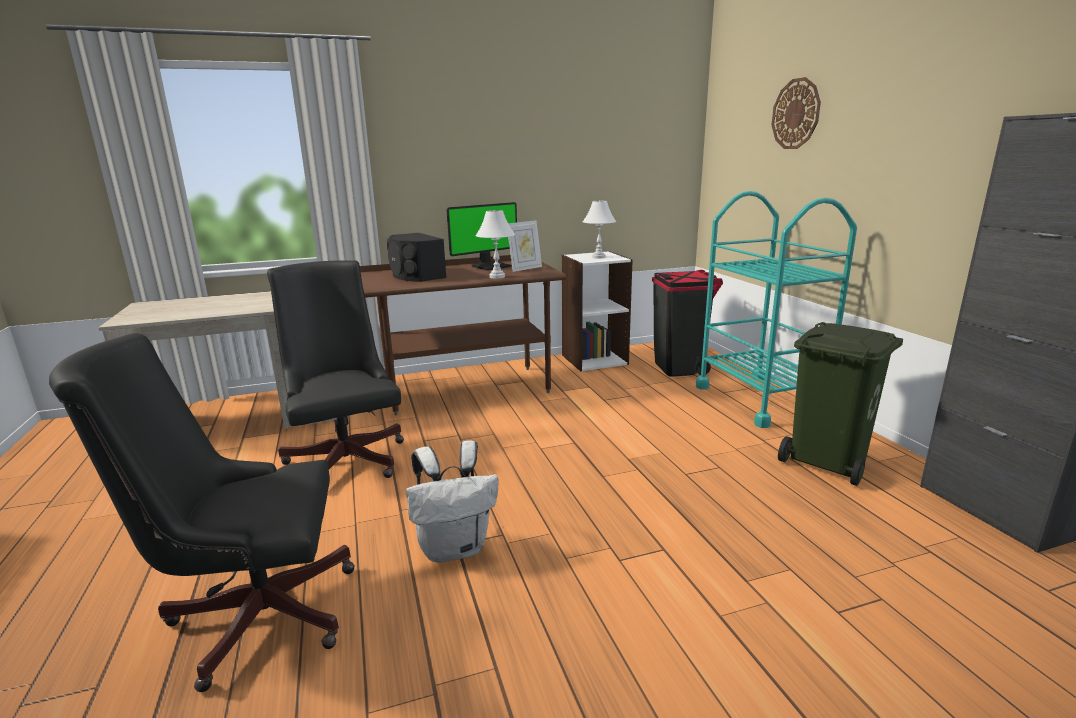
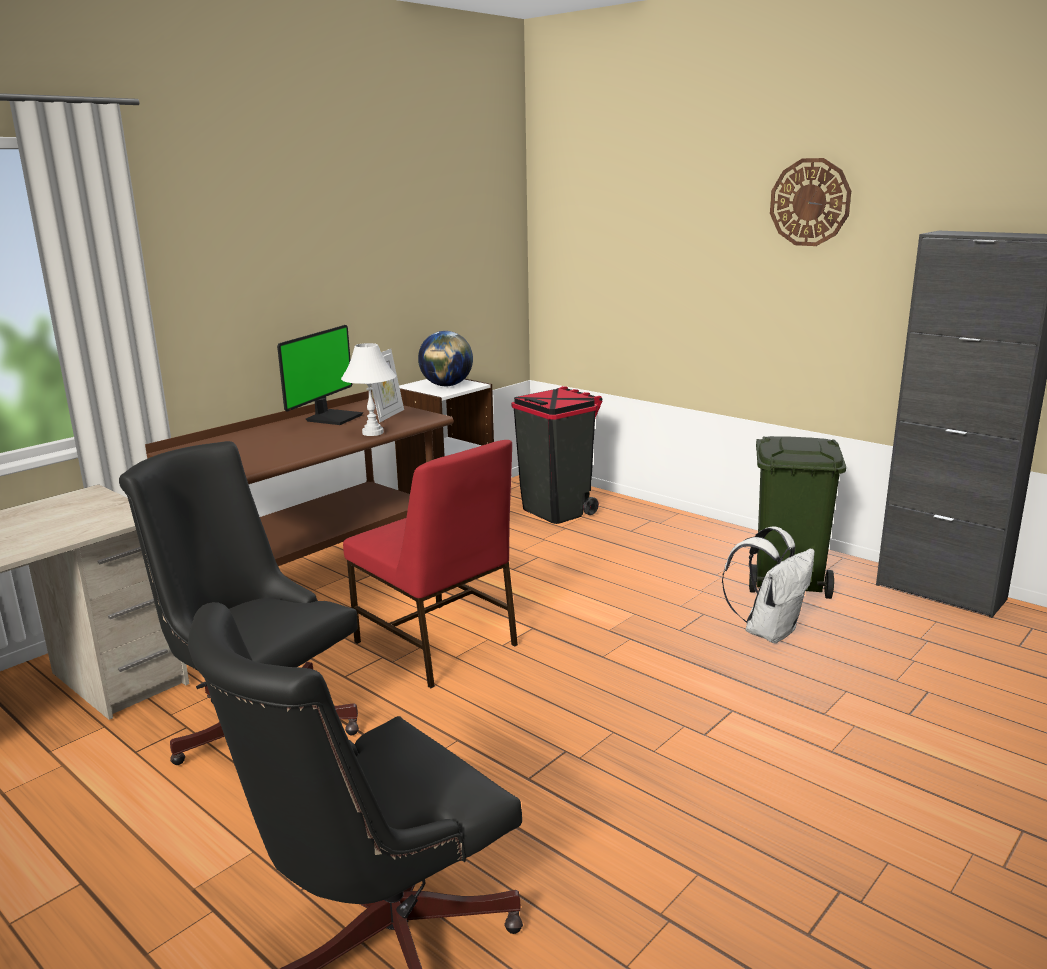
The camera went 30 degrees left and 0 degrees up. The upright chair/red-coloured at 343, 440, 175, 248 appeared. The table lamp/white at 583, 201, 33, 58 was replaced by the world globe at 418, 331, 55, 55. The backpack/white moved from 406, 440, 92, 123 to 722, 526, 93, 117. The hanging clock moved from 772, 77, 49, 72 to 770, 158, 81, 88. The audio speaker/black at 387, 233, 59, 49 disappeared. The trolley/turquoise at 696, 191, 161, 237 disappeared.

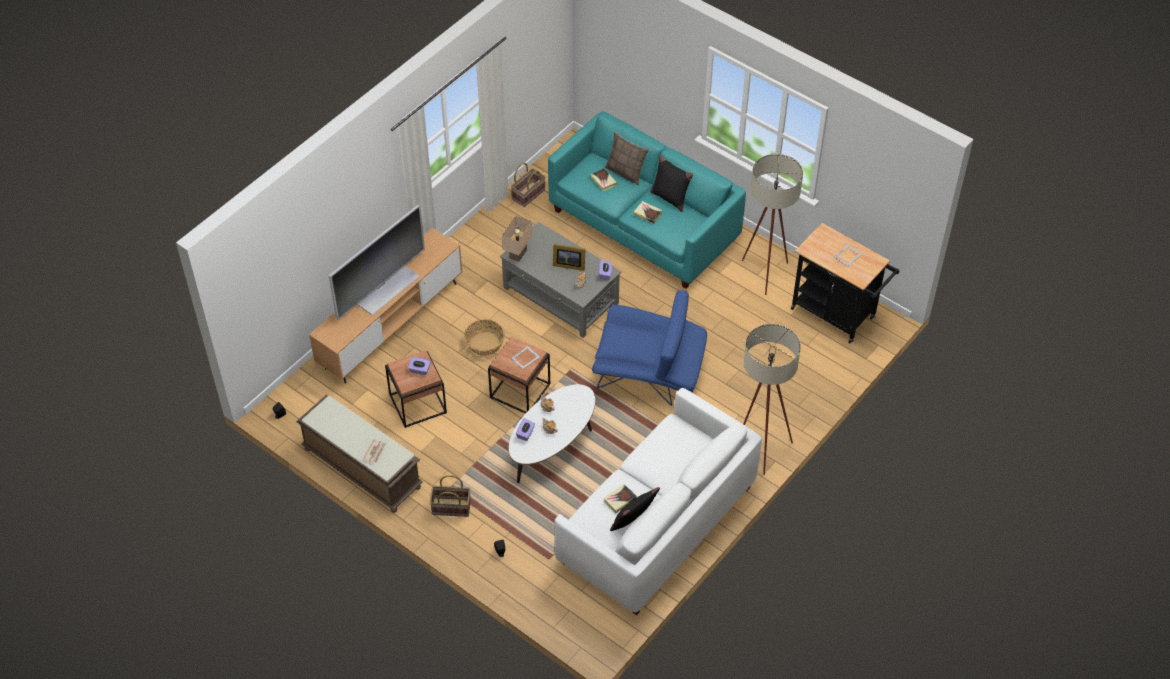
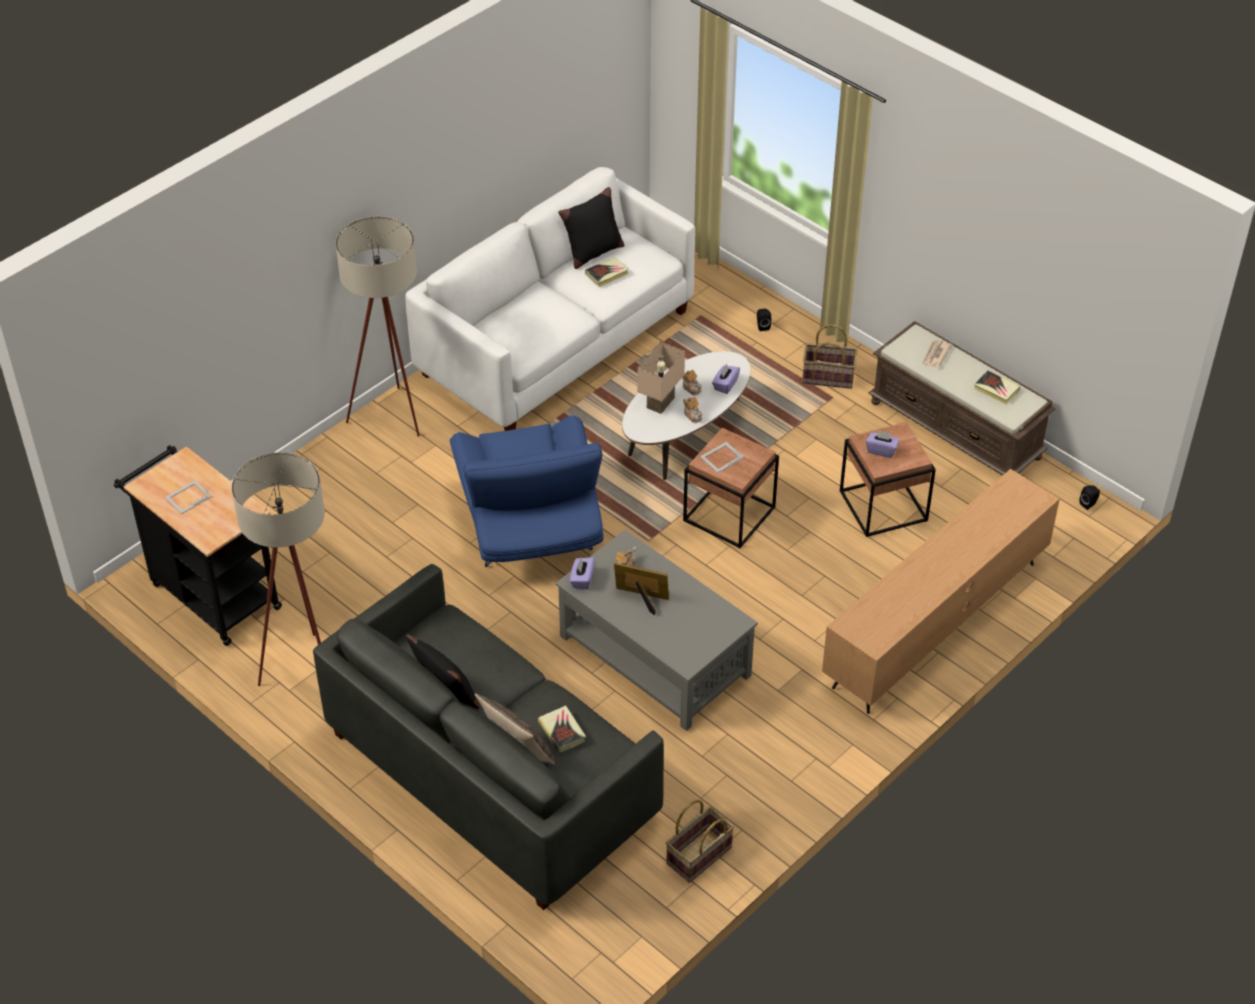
The camera went 175 degrees left and 5 degrees down. The sofa/turquoise at 548, 111, 198, 178 became the sofa/gray at 313, 564, 351, 346. The easy chair/blue-coloured at 592, 290, 115, 116 turned 120 degrees counterclockwise. The table lamp/beige-coloured moved from 502, 216, 31, 46 to 637, 341, 48, 73. The volume moved from 633, 201, 30, 23 to 974, 370, 46, 35. The TV at 329, 205, 96, 115 disappeared. The storage basket at 464, 319, 41, 37 disappeared.

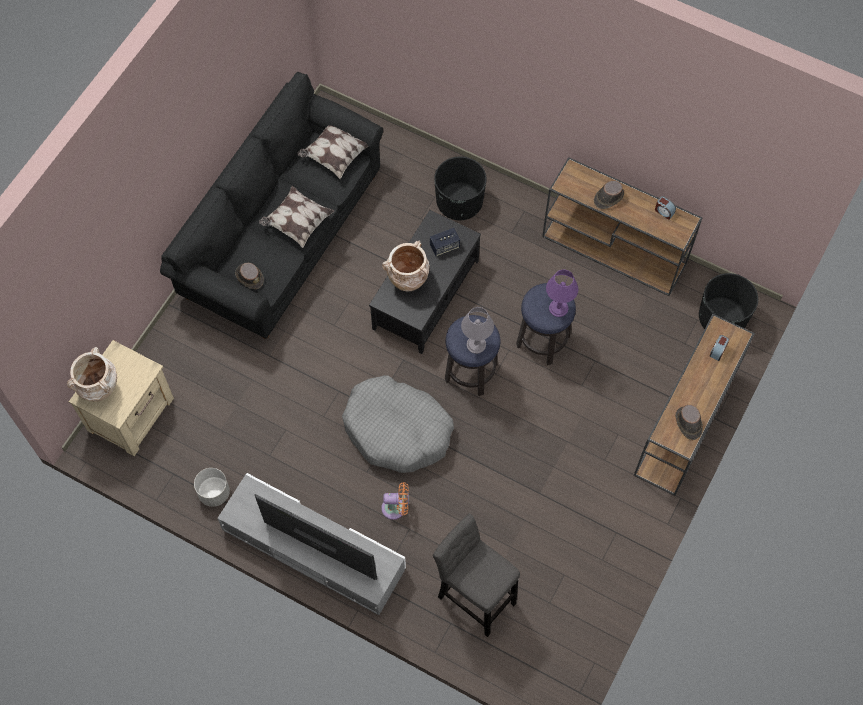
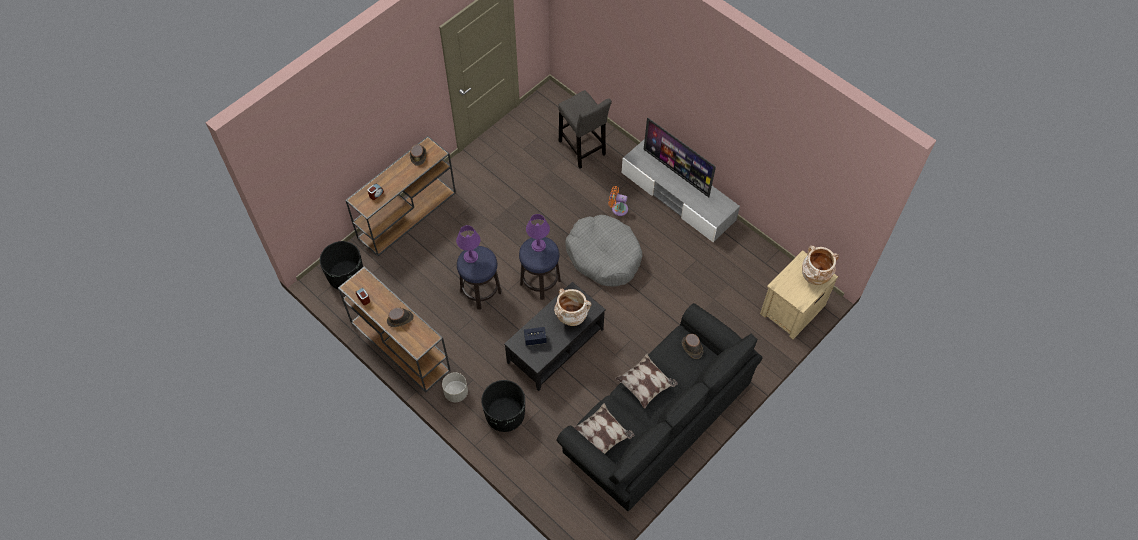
The camera went 165 degrees left and 5 degrees down. The planter/gray moved from 194, 468, 36, 39 to 442, 372, 26, 30. The table lamp/gray at 461, 307, 33, 47 became the table lamp/purple-coloured at 526, 214, 24, 38.

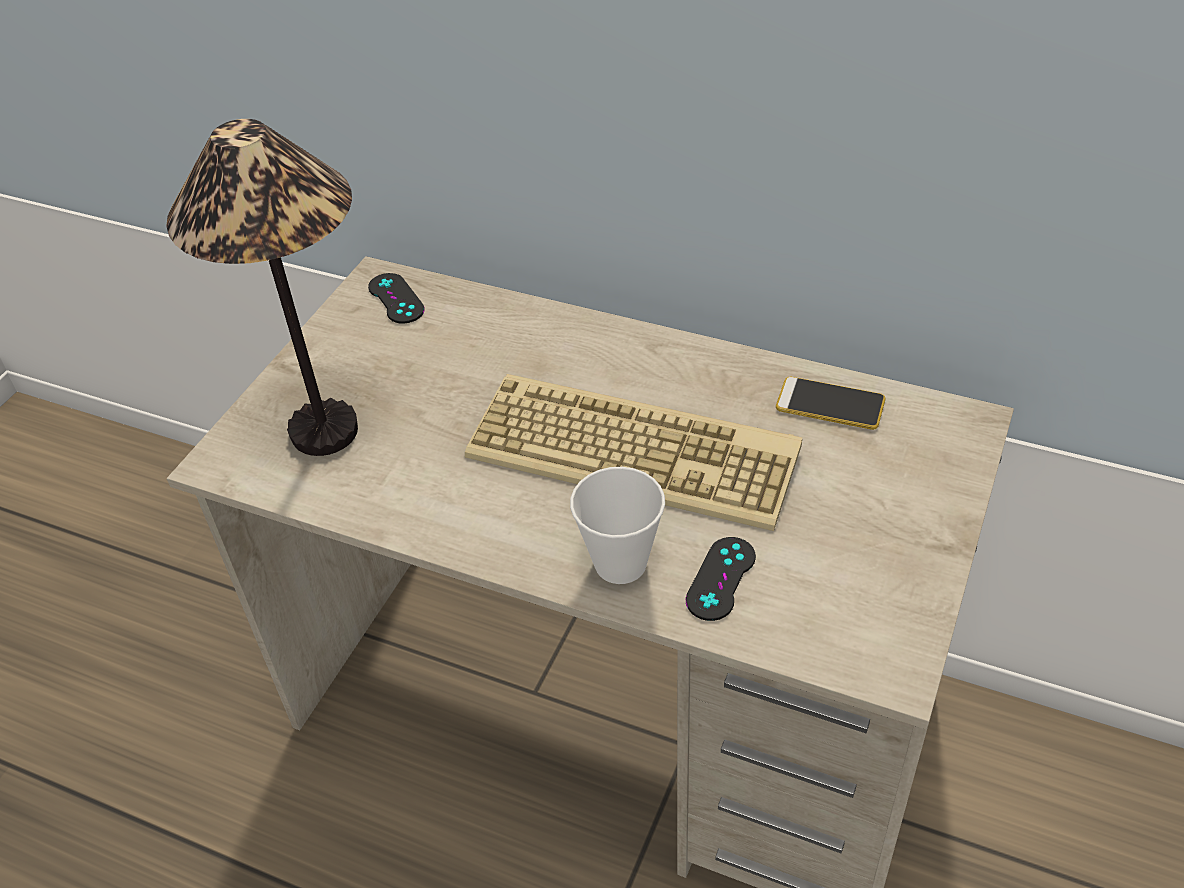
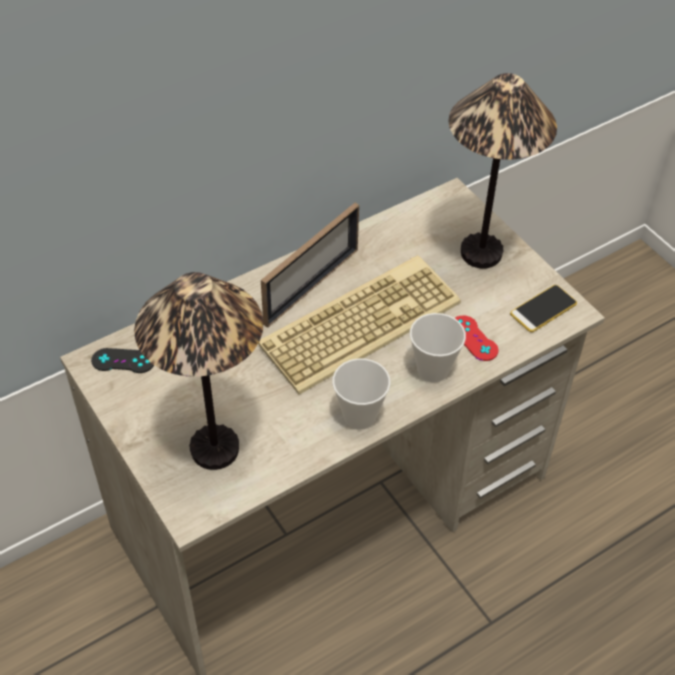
The camera went 60 degrees left and 5 degrees up. The photo frame at 261, 203, 98, 125 appeared. The drinking cup at 332, 358, 59, 72 appeared. The table lamp at 448, 73, 109, 195 appeared. The gamepad/black at 686, 537, 70, 84 became the gamepad/red-coloured at 455, 315, 44, 46. The handset moved from 776, 377, 110, 53 to 510, 285, 67, 47.

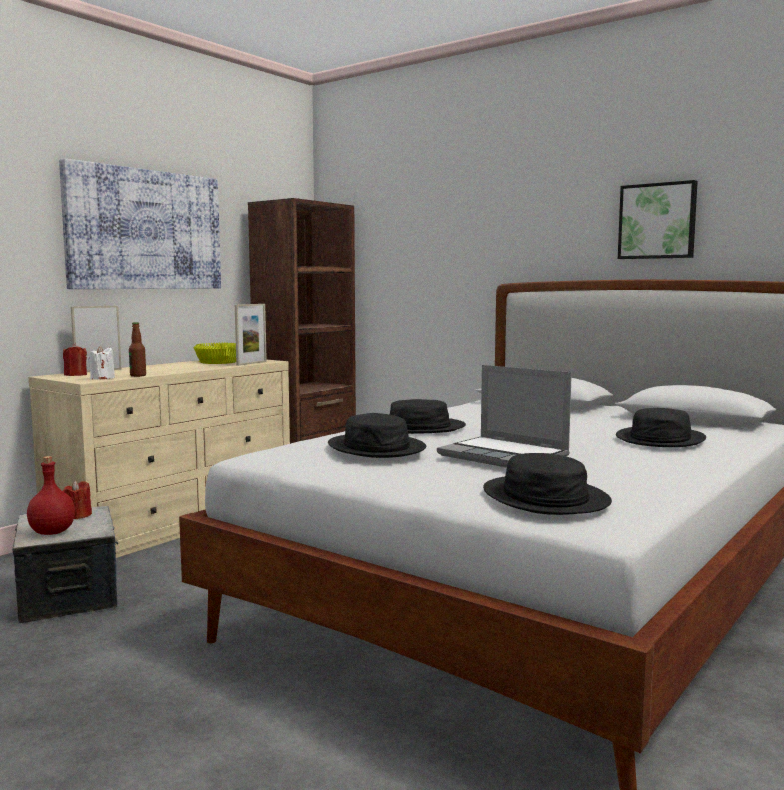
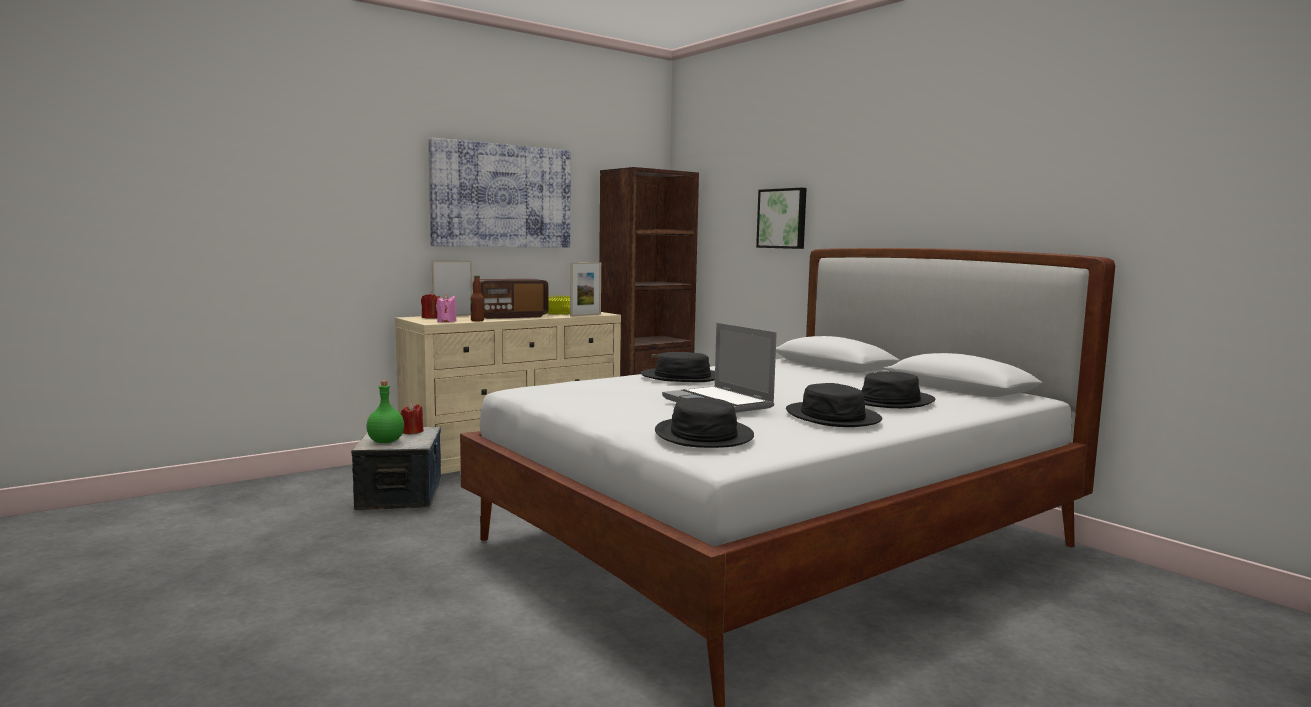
The camera went 15 degrees right and 0 degrees up. The beverage bottle/red-coloured at 27, 456, 48, 79 became the beverage bottle/green-coloured at 366, 380, 38, 63. The wax candle/white at 88, 346, 27, 34 became the wax candle/pinkish at 436, 294, 21, 28. The radio at 473, 279, 75, 40 appeared. The picture moved from 618, 180, 80, 79 to 756, 188, 51, 61. The wearable hat/black moved from 328, 413, 98, 45 to 786, 383, 96, 44.

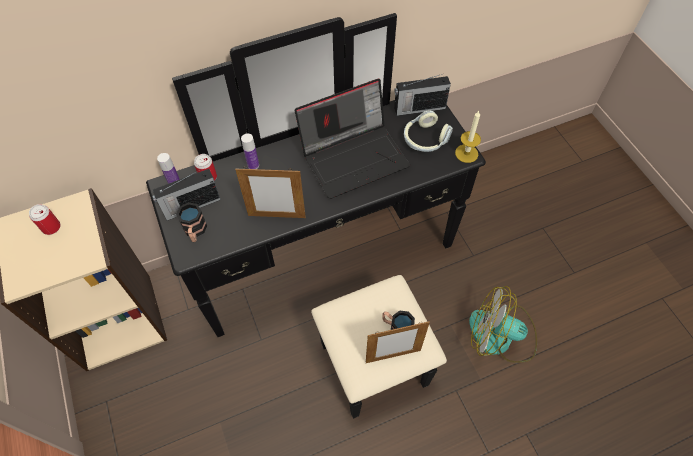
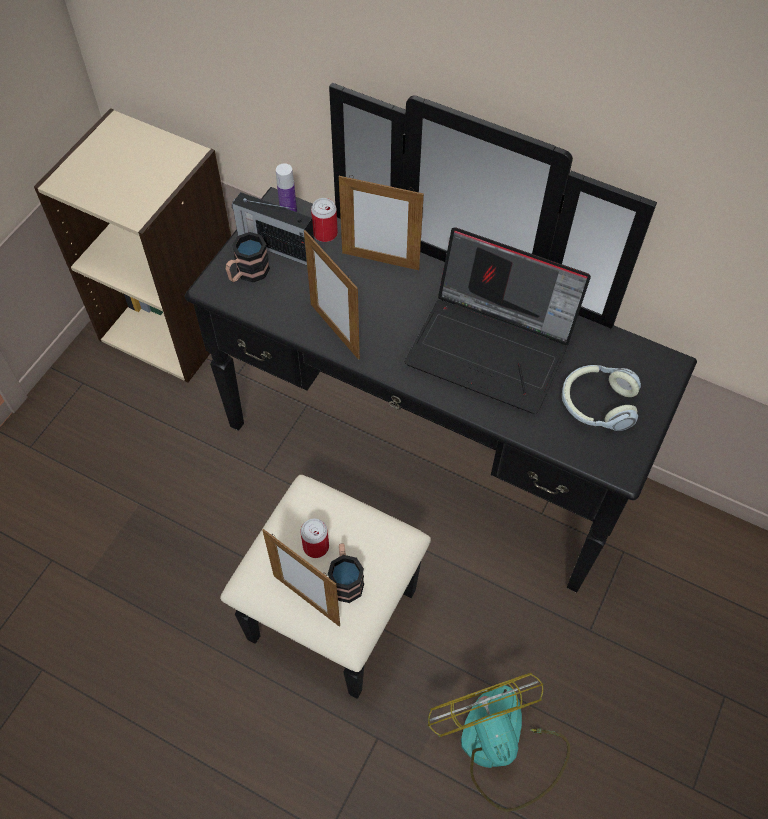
The camera went 50 degrees right and 0 degrees up. The sealed can moved from 29, 204, 32, 31 to 300, 518, 29, 40. The beverage bottle at 241, 133, 18, 36 was replaced by the photo frame at 339, 175, 85, 95. The radio at 394, 74, 57, 42 disappeared. The wax candle at 455, 111, 26, 52 disappeared.

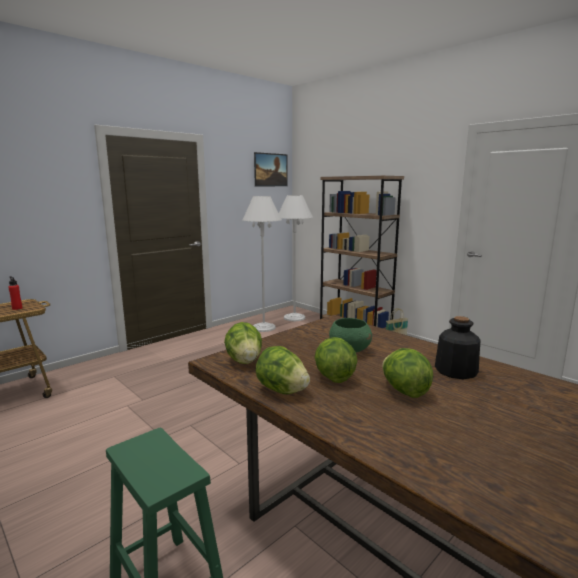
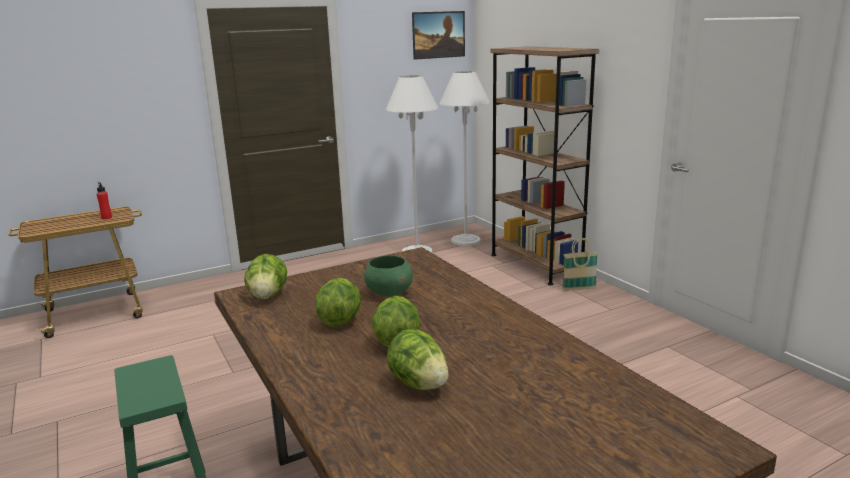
The camera went 15 degrees right and 5 degrees up. The lettuce head moved from 256, 346, 54, 48 to 387, 329, 62, 61. The beverage bottle at 435, 316, 45, 63 disappeared.

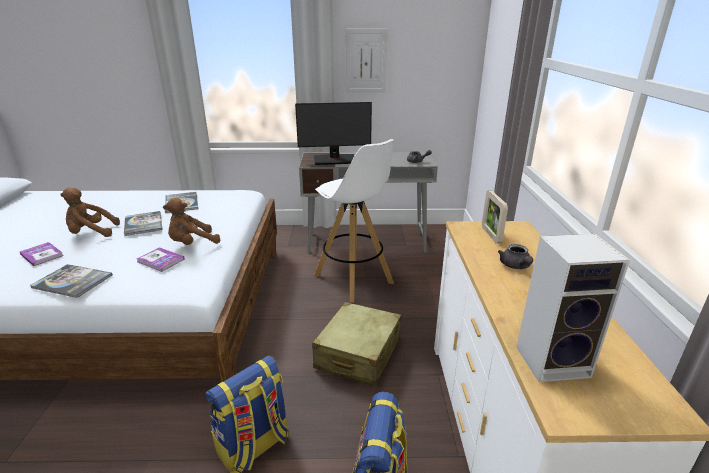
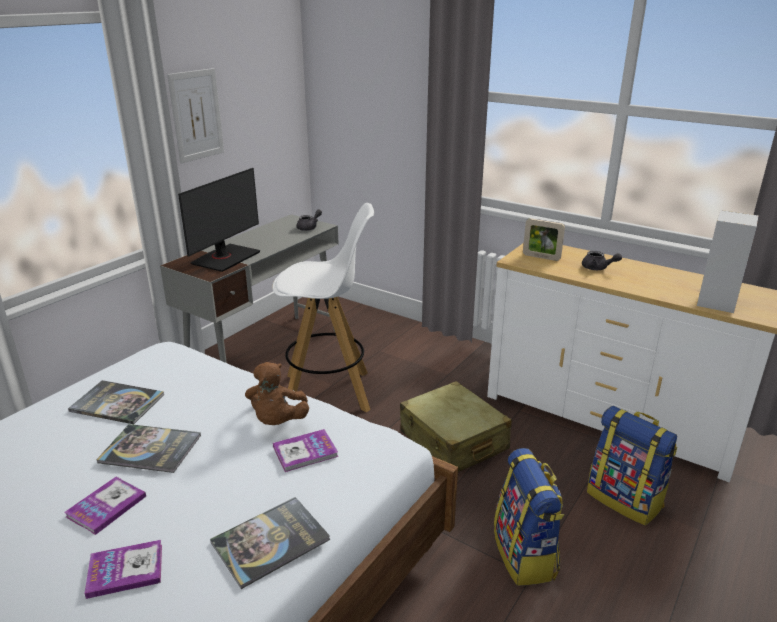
The camera went 55 degrees left and 0 degrees up. The soft toy/brown at 60, 187, 60, 50 was replaced by the volume at 64, 477, 82, 58.

